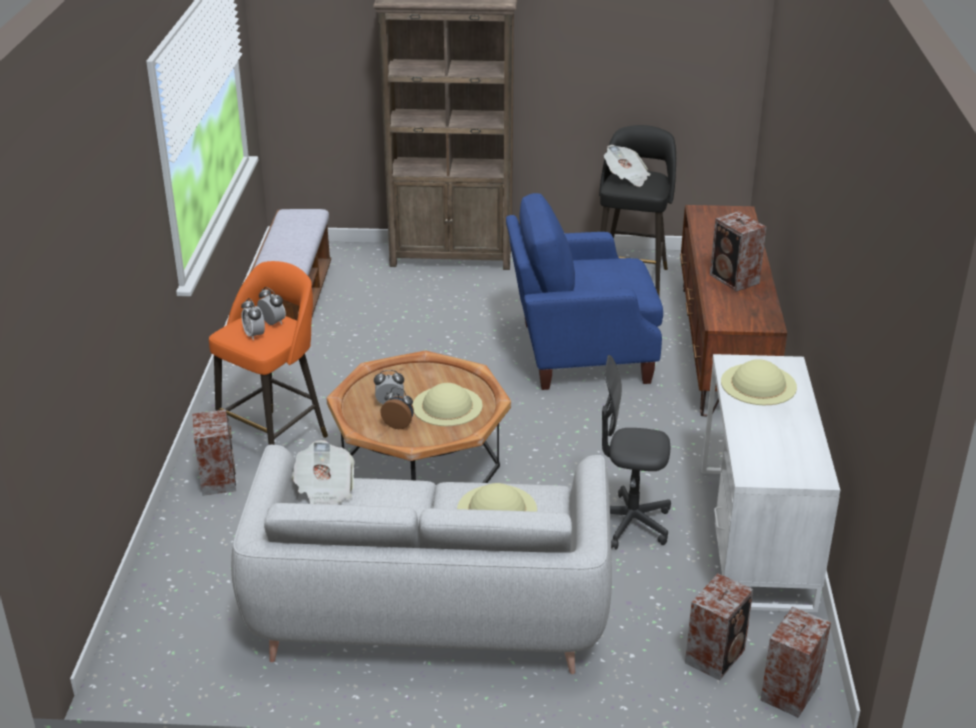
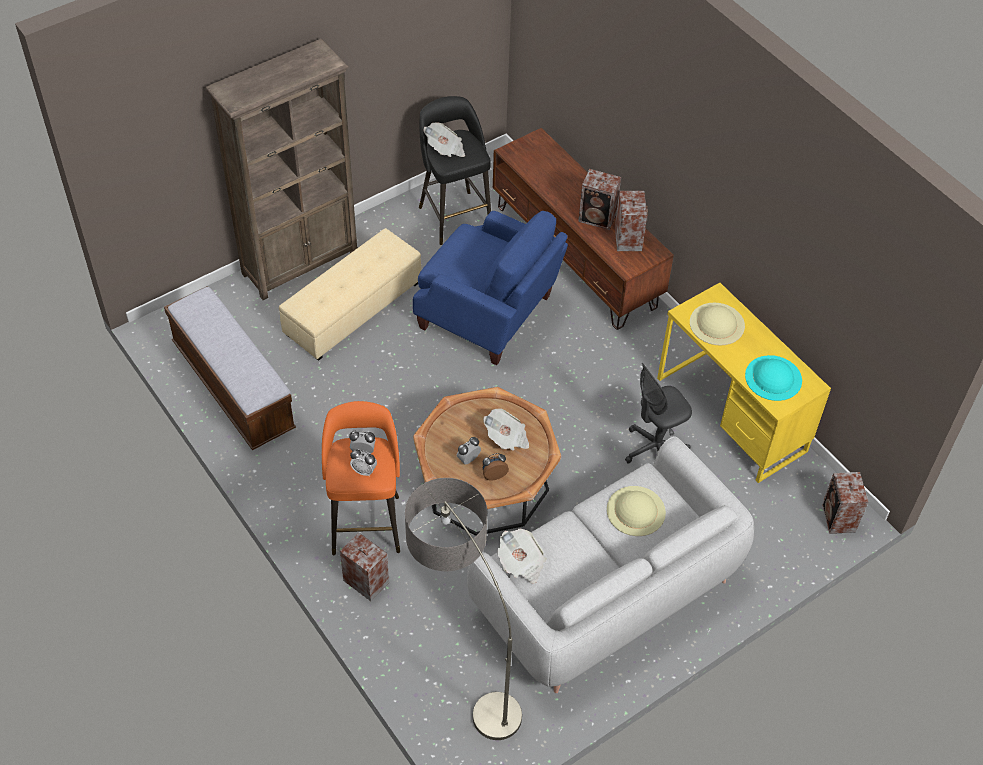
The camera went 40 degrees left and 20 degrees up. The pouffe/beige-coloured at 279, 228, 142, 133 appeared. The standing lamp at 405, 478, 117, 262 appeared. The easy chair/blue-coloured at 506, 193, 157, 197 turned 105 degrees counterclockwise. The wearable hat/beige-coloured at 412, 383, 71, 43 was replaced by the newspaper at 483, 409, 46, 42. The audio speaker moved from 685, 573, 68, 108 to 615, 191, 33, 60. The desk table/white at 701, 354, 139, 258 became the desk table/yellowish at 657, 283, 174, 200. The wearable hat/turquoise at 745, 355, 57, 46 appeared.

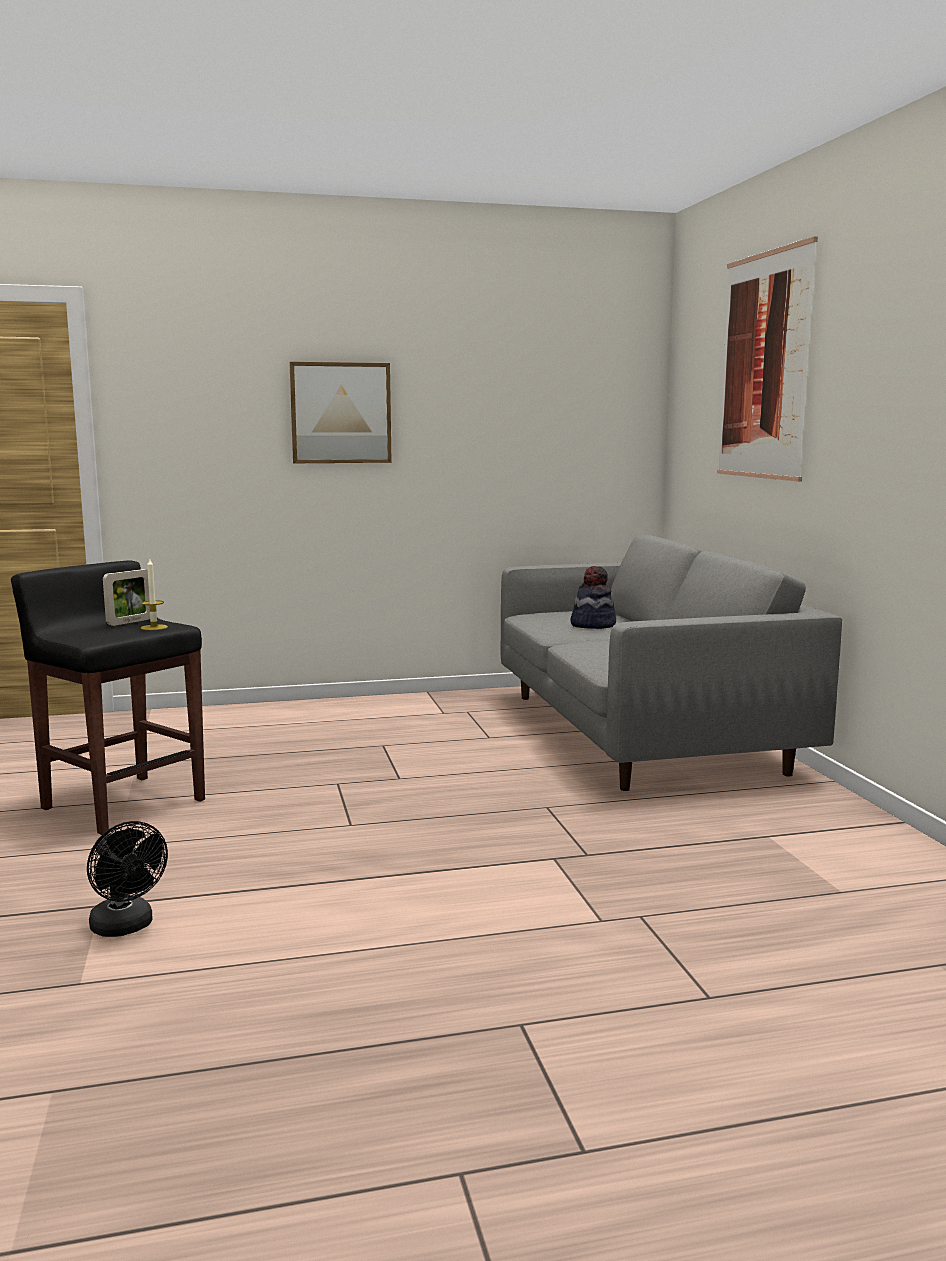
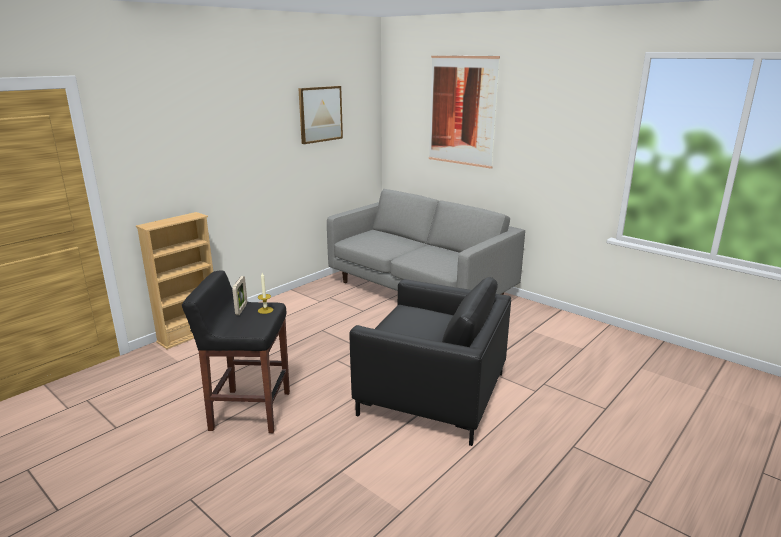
The camera went 35 degrees left and 10 degrees up. The bookshelf/beige-coloured at 136, 212, 77, 137 appeared. The picture moved from 289, 362, 103, 101 to 298, 86, 45, 58. The easy chair/black at 349, 277, 162, 169 appeared. The cooling fan/black at 87, 821, 81, 116 disappeared. The wearable hat at 570, 566, 46, 63 disappeared.

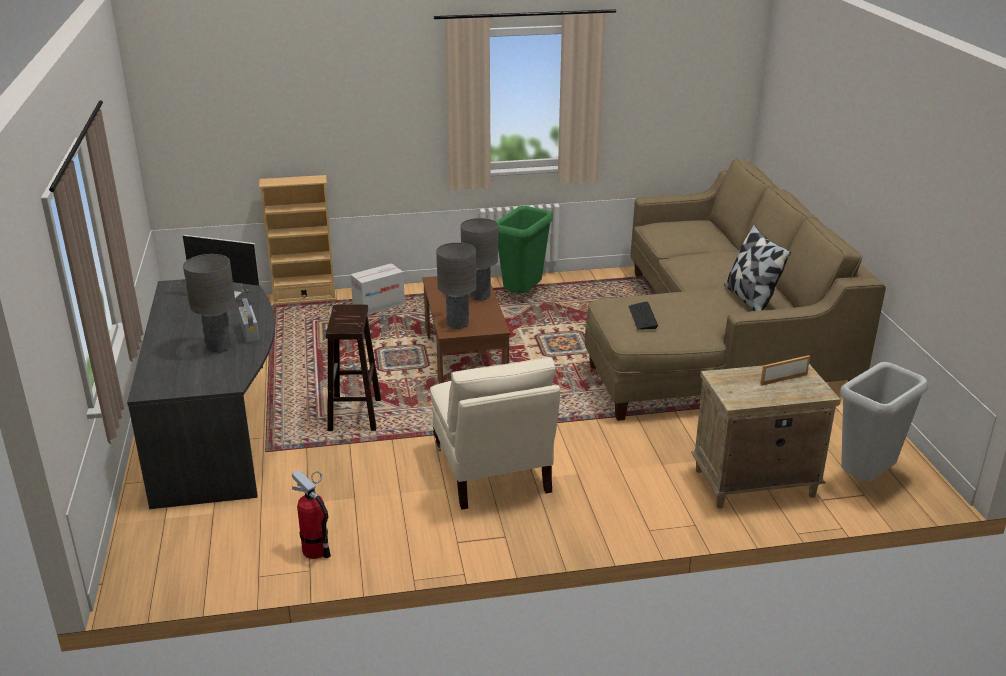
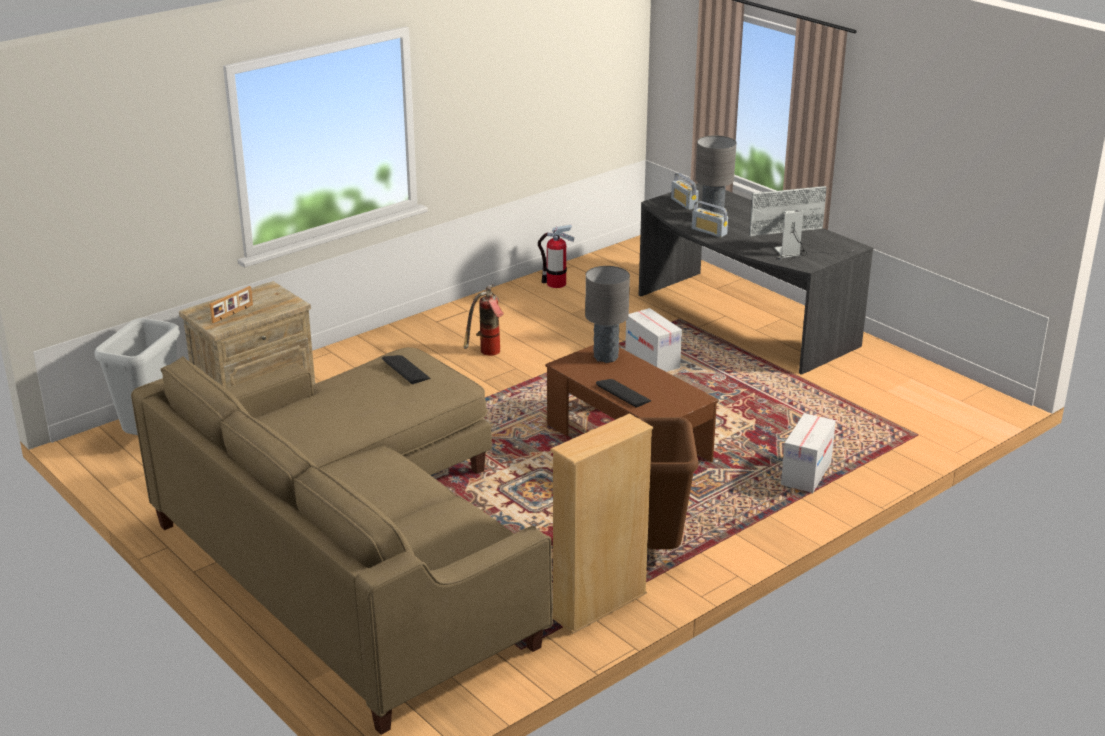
The camera went 150 degrees right and 0 degrees up. The easy chair/beige-coloured at 430, 357, 130, 153 was replaced by the extinguisher at 464, 284, 40, 72. The bookshelf/beige-coloured moved from 259, 175, 78, 130 to 550, 413, 103, 221. The table lamp/gray at 461, 218, 37, 83 was replaced by the keyboard at 596, 379, 55, 29. The stool seat/brown at 326, 305, 55, 126 was replaced by the packing box at 625, 308, 57, 64. The trash can/green-coloured at 496, 206, 57, 87 became the trash can/brown at 638, 417, 60, 132. The radio at 671, 173, 28, 37 appeared. The pillow at 724, 224, 67, 87 disappeared.

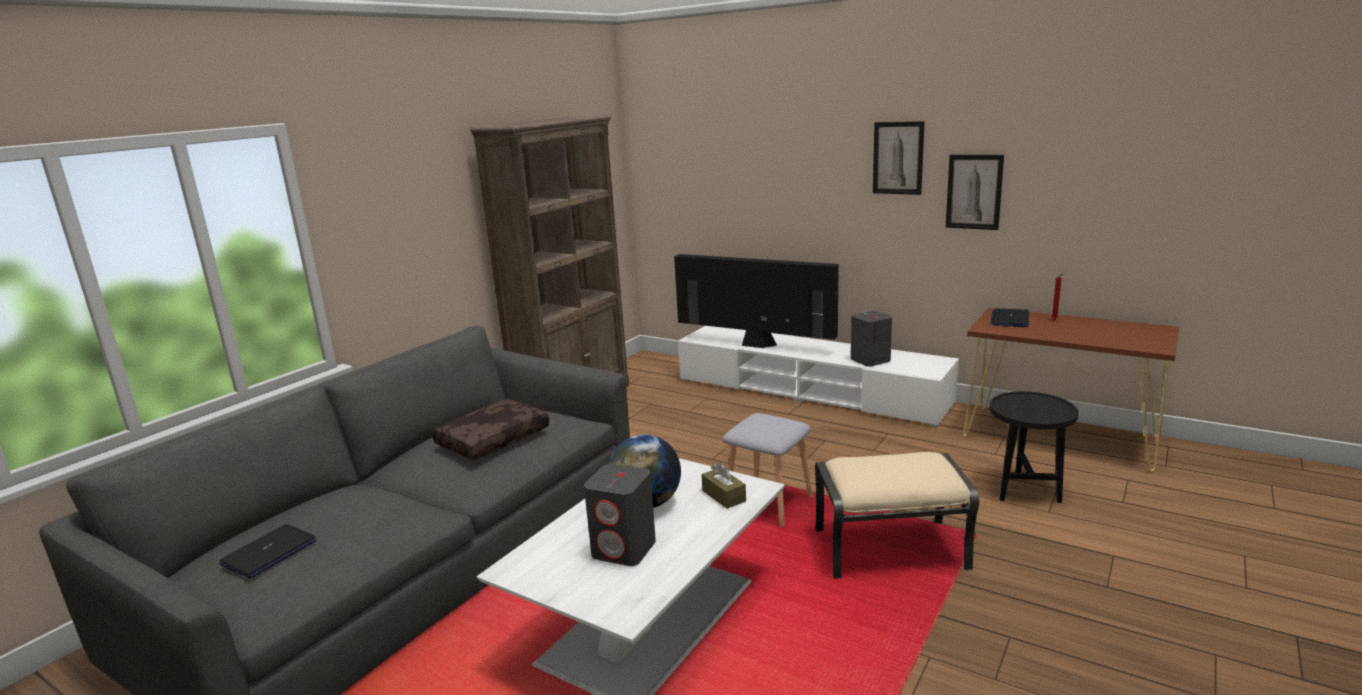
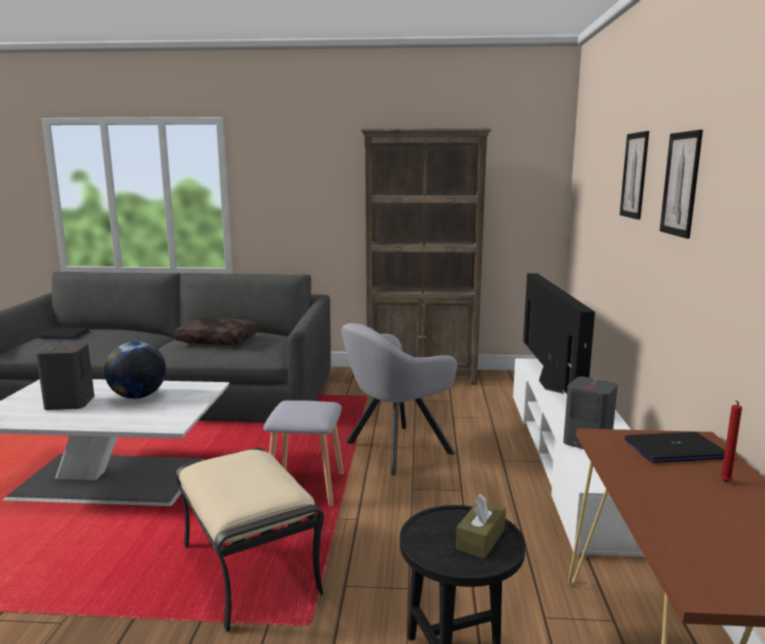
The camera went 60 degrees right and 5 degrees down. The easy chair/gray at 341, 323, 116, 152 appeared. The box of tissues/brown moved from 702, 462, 44, 47 to 456, 494, 50, 65. The picture moved from 945, 155, 59, 75 to 620, 131, 29, 89.

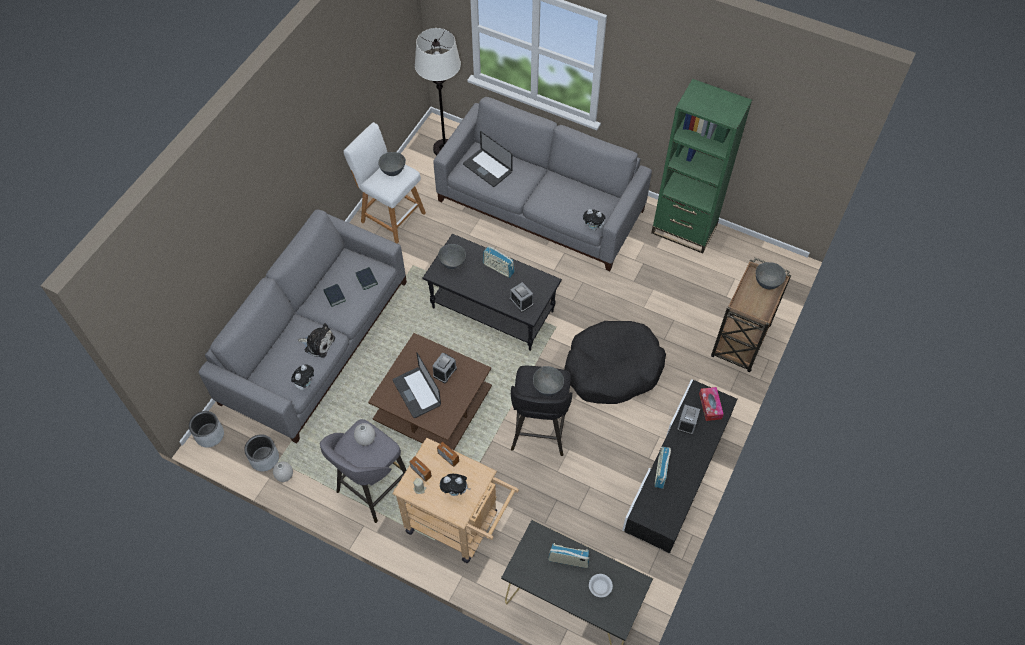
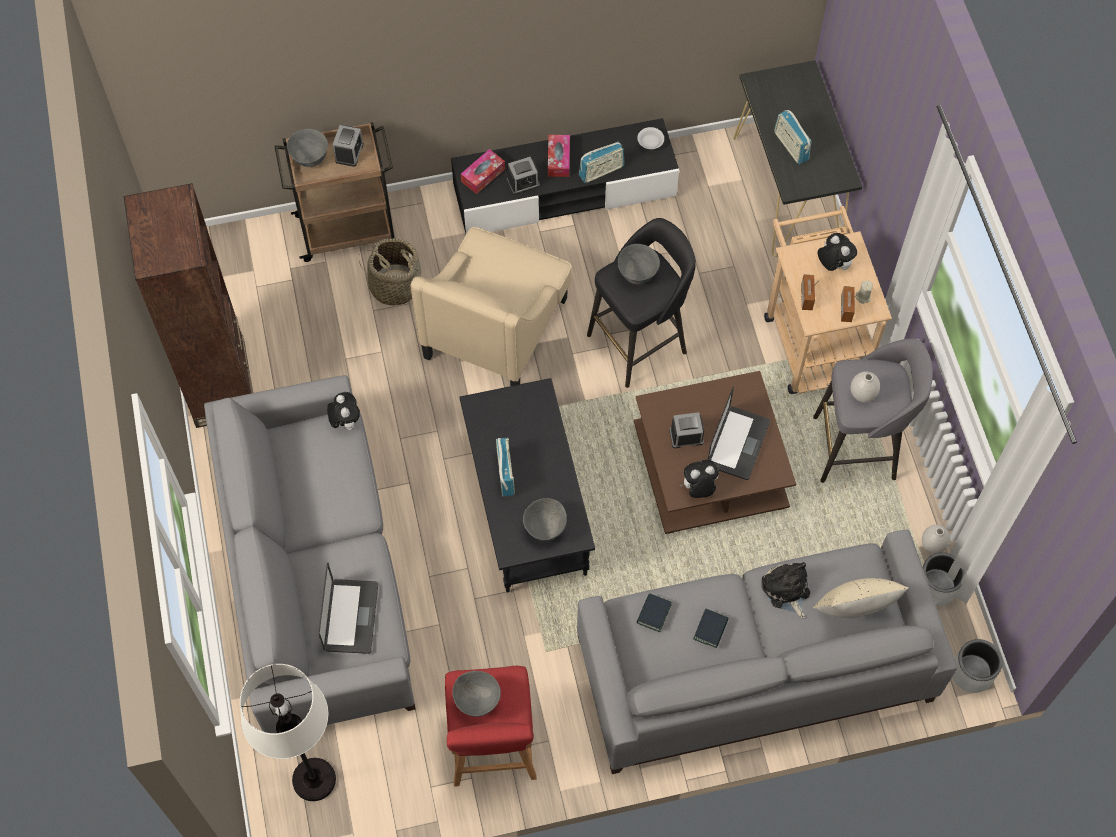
The camera went 130 degrees left and 5 degrees up. The bookshelf/green-coloured at 651, 79, 101, 175 became the bookshelf/brown at 124, 183, 129, 245. The table clock moved from 510, 282, 23, 30 to 333, 125, 31, 42. The storage basket at 359, 238, 63, 68 appeared. The dog cushion/black at 564, 321, 102, 83 was replaced by the easy chair/beige-coloured at 411, 227, 160, 159. The stool seat/white at 343, 122, 83, 121 became the stool seat/red-coloured at 445, 666, 92, 121. The box of tissues at 548, 135, 22, 42 appeared. The serving bowl/white moved from 589, 574, 24, 23 to 637, 127, 27, 22. The soft toy moved from 291, 364, 23, 27 to 679, 460, 40, 38. The pillow/beige-coloured at 813, 578, 96, 40 appeared.

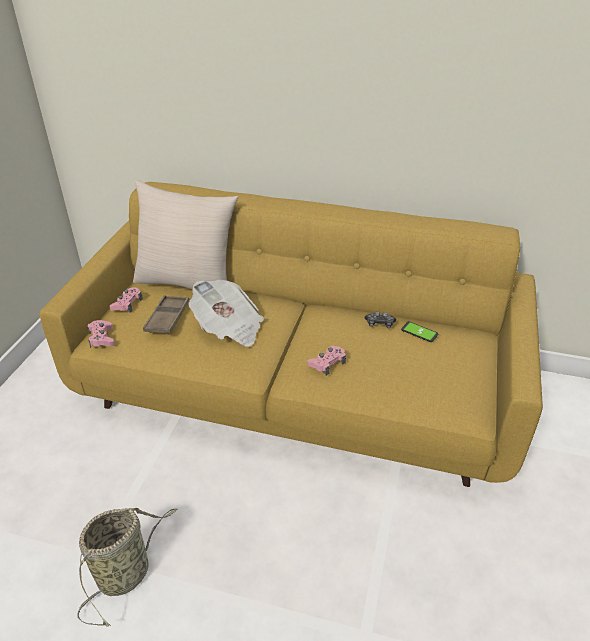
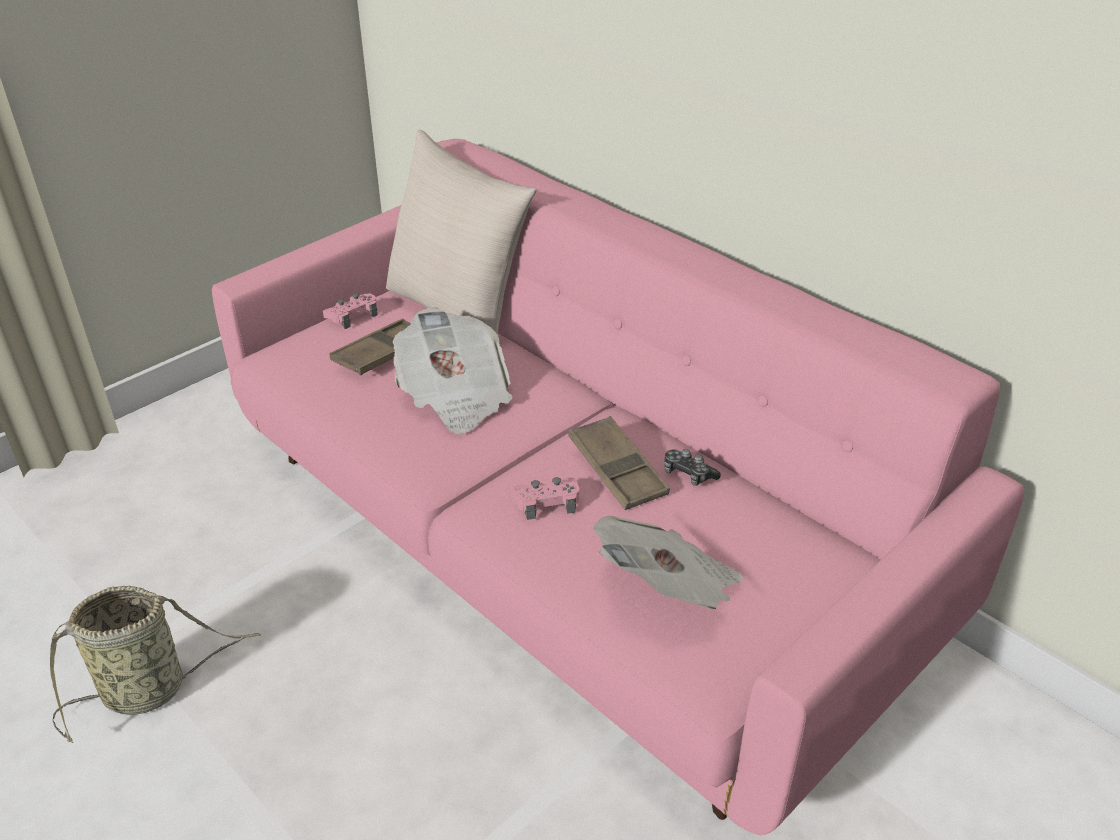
The camera went 30 degrees right and 0 degrees up. The sofa/yellowish at 40, 182, 503, 305 became the sofa/pinkish at 212, 139, 812, 696. The serving tray/brown at 568, 416, 102, 94 appeared. The newspaper at 593, 516, 150, 94 appeared. The gamepad/pinkish at 87, 320, 28, 28 disappeared. The handset at 401, 321, 37, 21 disappeared.

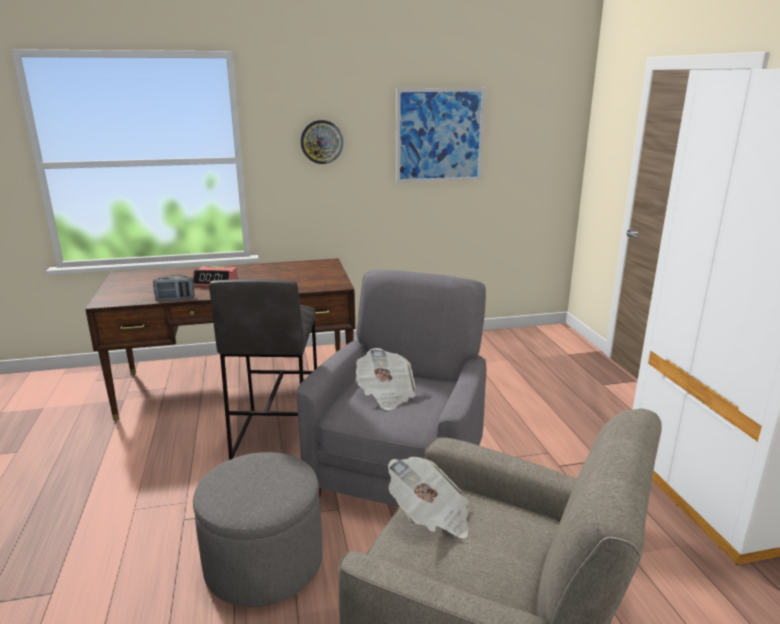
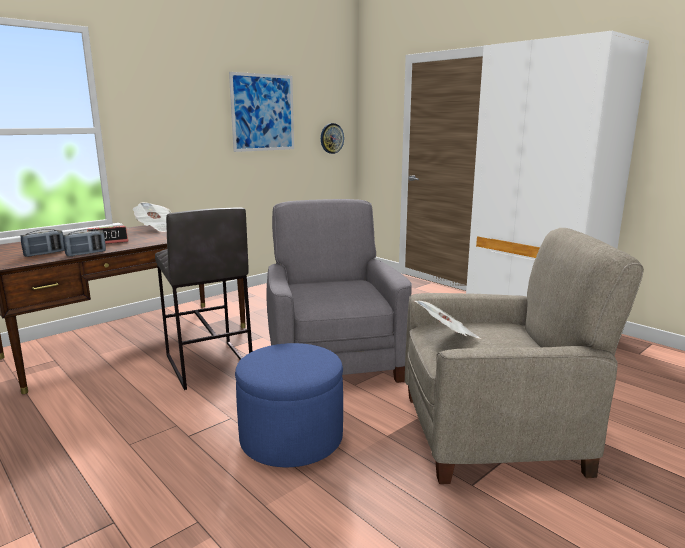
The camera went 30 degrees left and 5 degrees down. The radio at 20, 229, 45, 28 appeared. The newspaper moved from 356, 348, 60, 62 to 133, 202, 39, 30. The pouffe/gray at 193, 452, 129, 155 became the pouffe/blue-coloured at 235, 343, 108, 124. The hanging clock moved from 300, 120, 43, 44 to 321, 123, 23, 31.

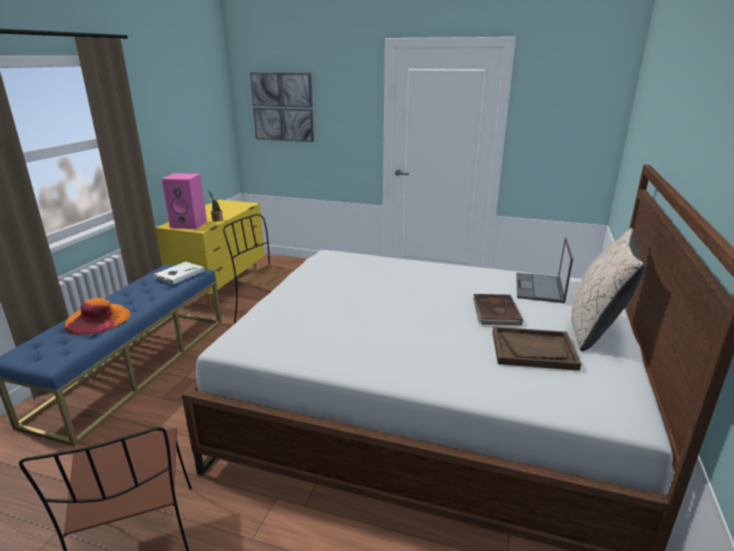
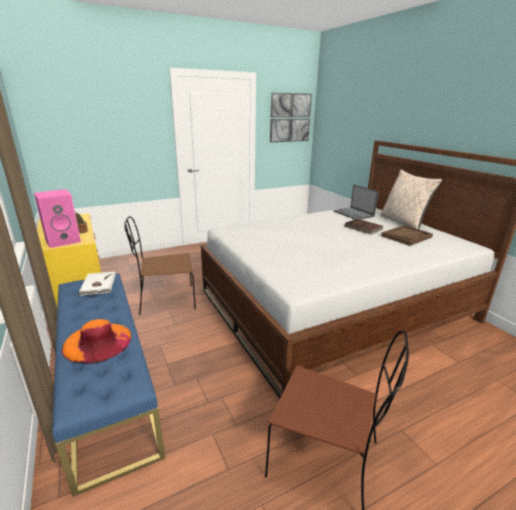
The camera went 45 degrees left and 0 degrees up. The picture moved from 250, 72, 64, 70 to 270, 93, 42, 49.

